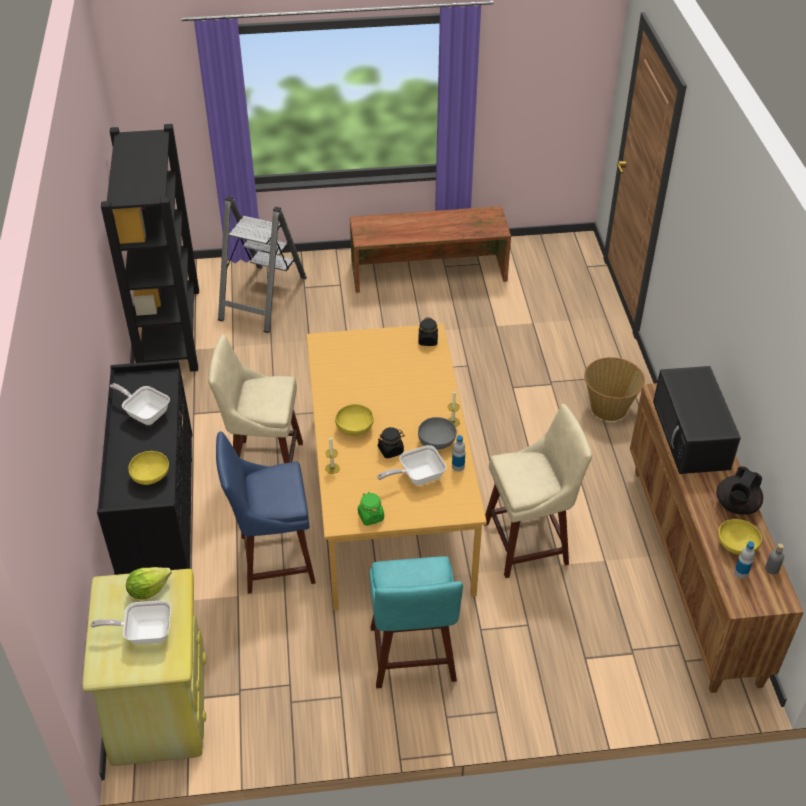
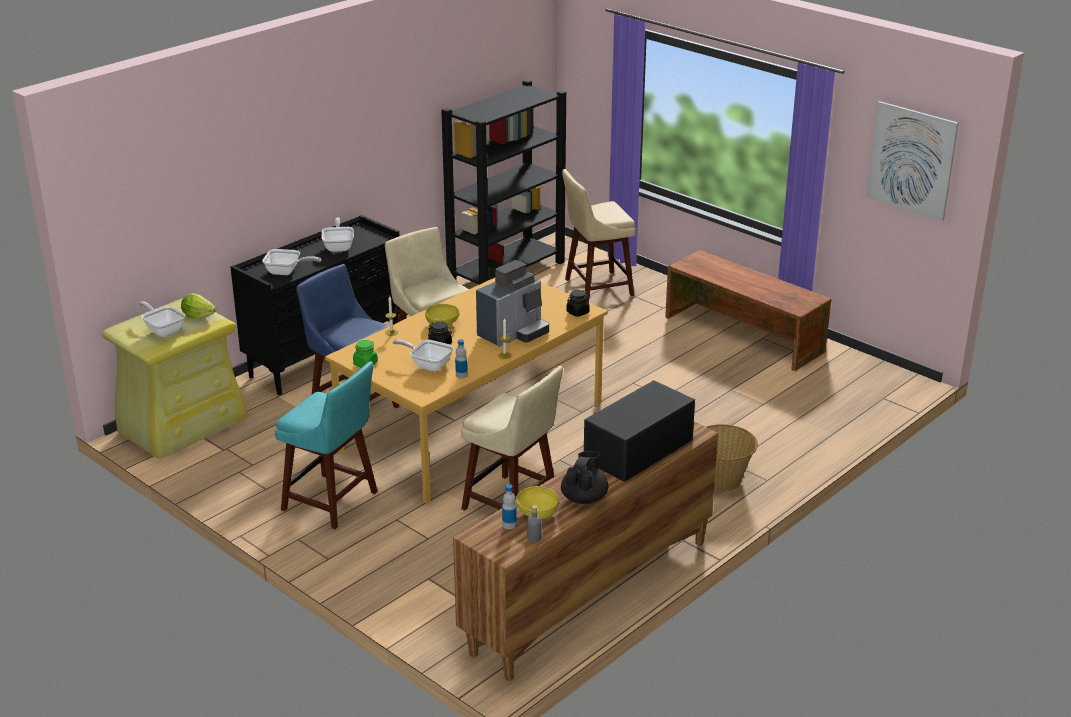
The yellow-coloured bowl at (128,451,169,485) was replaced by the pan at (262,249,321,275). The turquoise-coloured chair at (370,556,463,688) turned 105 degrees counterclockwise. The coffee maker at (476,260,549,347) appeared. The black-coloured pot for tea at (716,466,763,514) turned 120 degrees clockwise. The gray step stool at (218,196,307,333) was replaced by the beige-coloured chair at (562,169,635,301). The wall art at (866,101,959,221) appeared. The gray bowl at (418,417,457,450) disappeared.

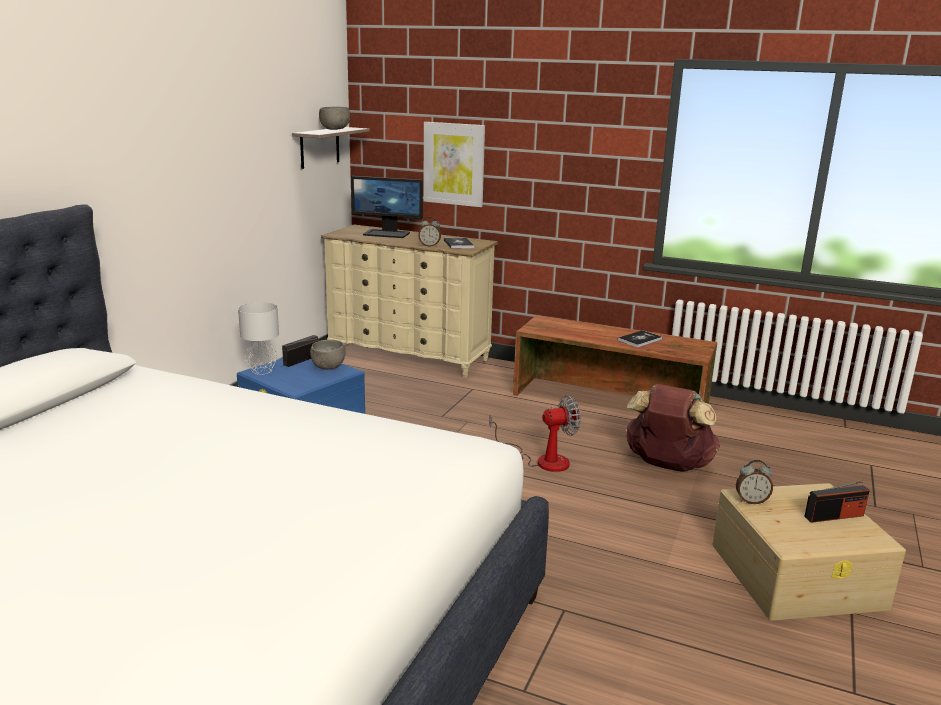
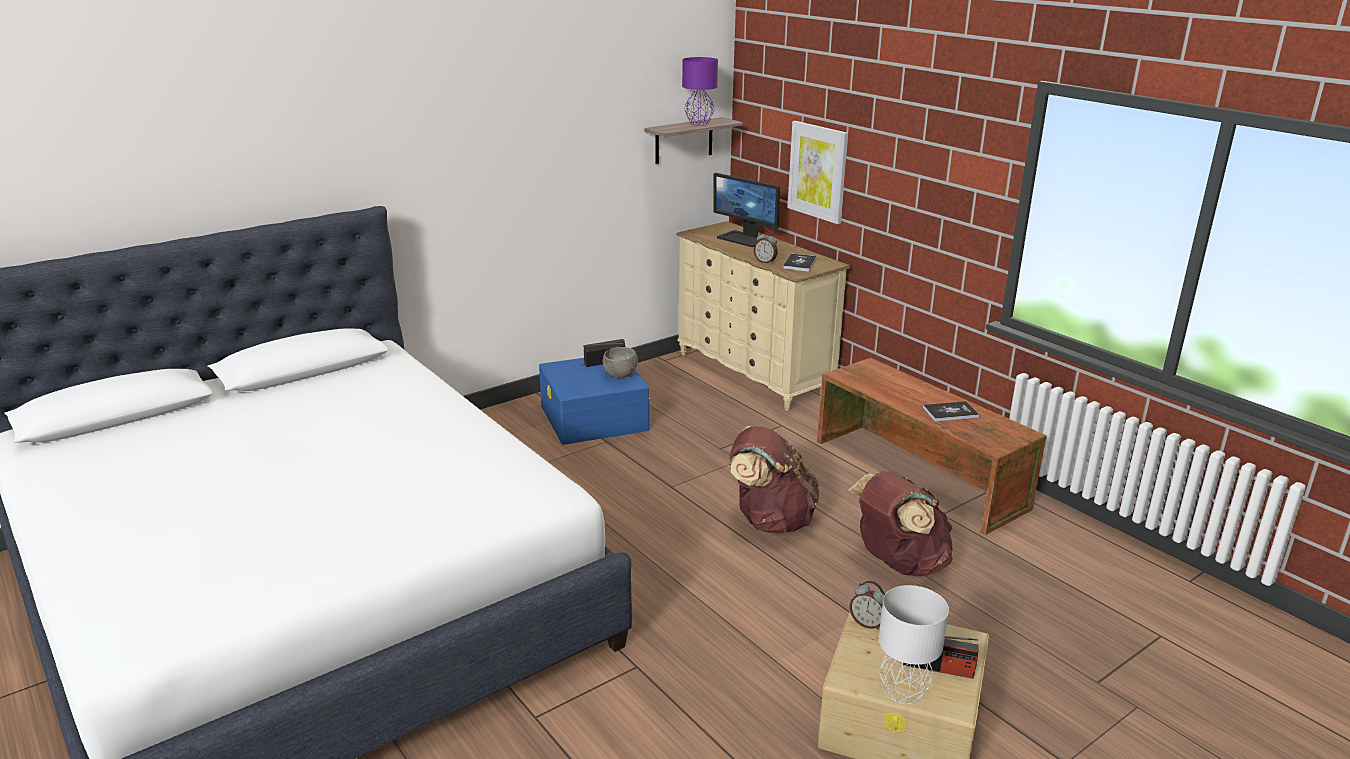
The gray bowl at (319,107,350,130) was replaced by the purple table lamp at (682,57,718,126). The electric fan at (489,395,581,472) was replaced by the brown rucksack at (729,426,820,533). The gray table lamp moved from (238,302,279,375) to (879,585,949,704).

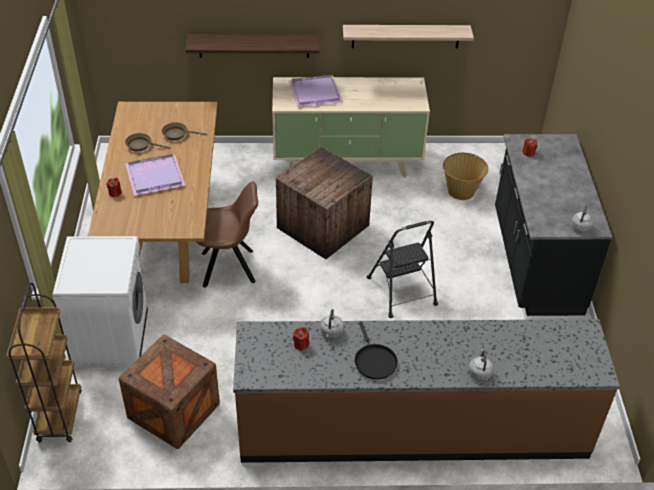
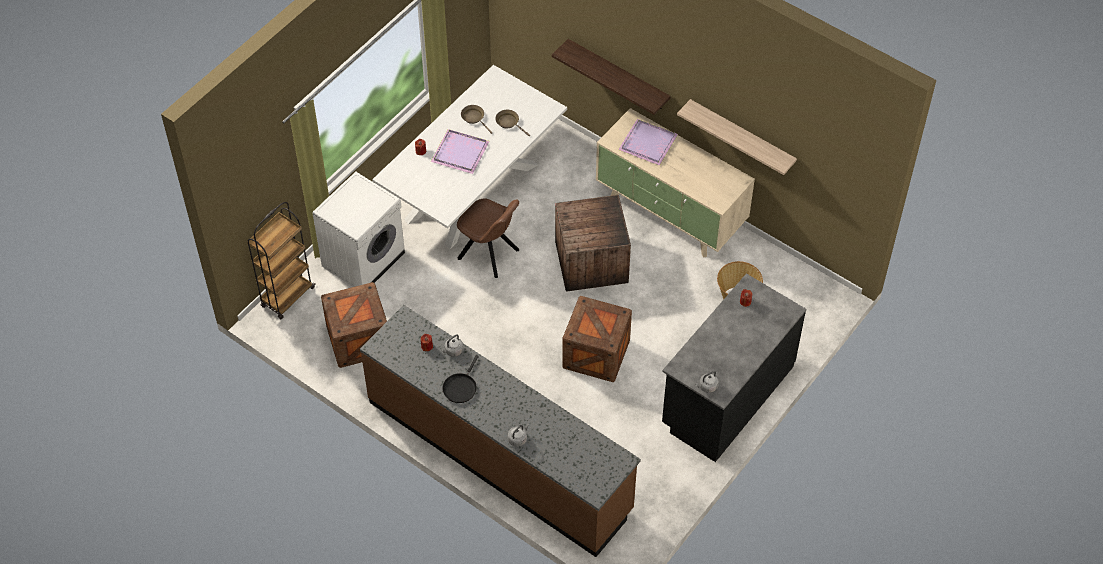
The brown dinner table at (88,102,217,283) became the white-coloured dinner table at (372,65,567,249). The black-coloured step stool at (367,221,438,318) was replaced by the crate at (562,296,632,382).

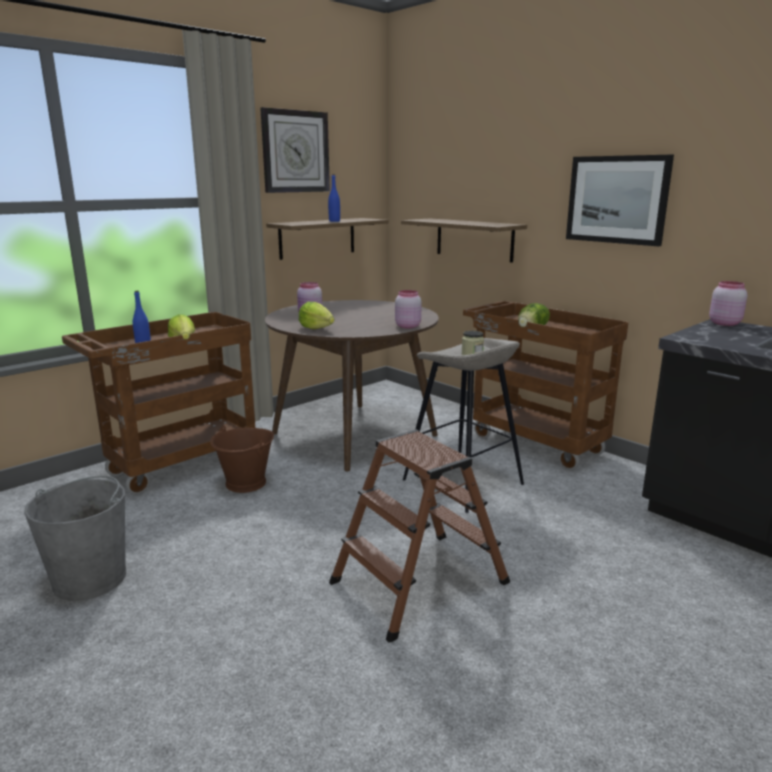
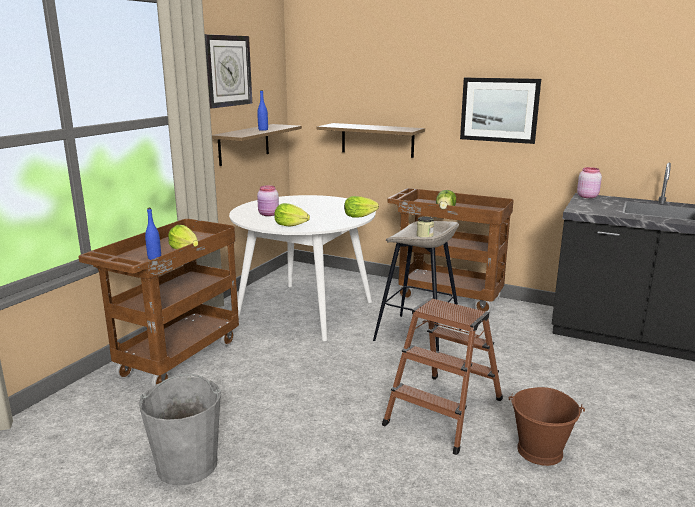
The brown dinner table at (265,300,439,471) became the white-coloured dinner table at (229,195,376,341). The pinkish jar at (395,290,422,328) was replaced by the lettuce head at (344,196,379,218). The brown bucket moved from (210,426,274,493) to (509,387,585,466).

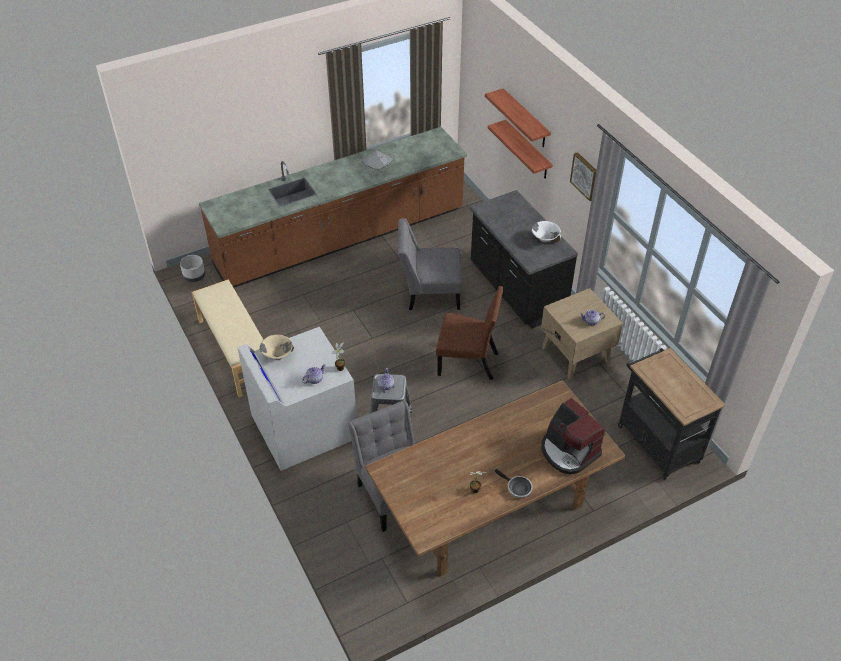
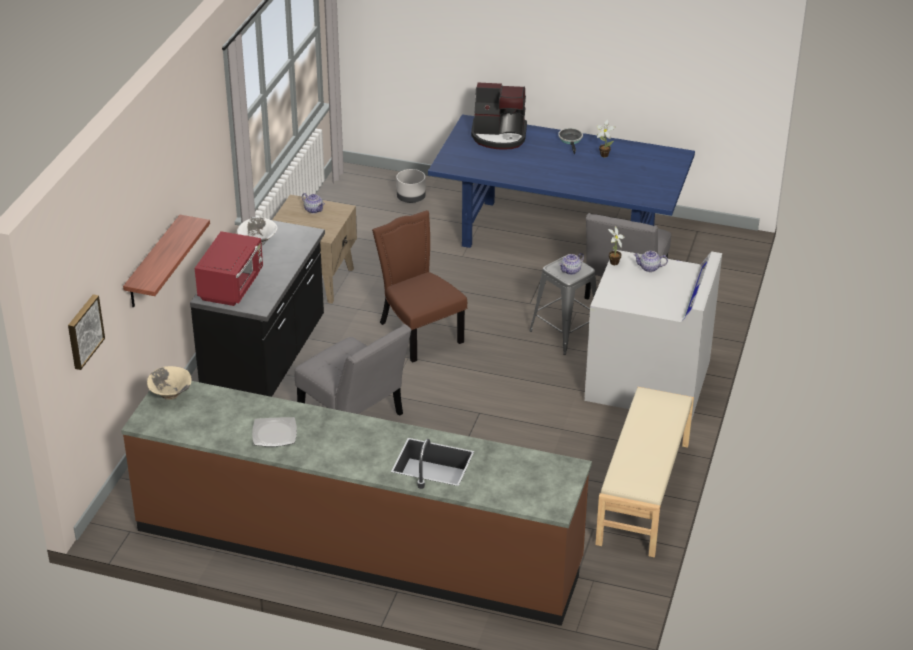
The wall art moved from (570,152,596,201) to (68,294,105,370). The beige-coloured bowl moved from (260,335,294,360) to (147,366,192,400). The reddish microwave at (195,231,263,306) appeared. The gray flower pot moved from (180,255,206,282) to (396,169,426,203). The brown dinner table at (365,380,625,576) became the blue dinner table at (428,114,695,248). The coffee maker at (541,398,605,475) turned 90 degrees clockwise. The shelf at (485,88,551,147) disappeared. The black-coloured cart at (618,348,726,480) disappeared.

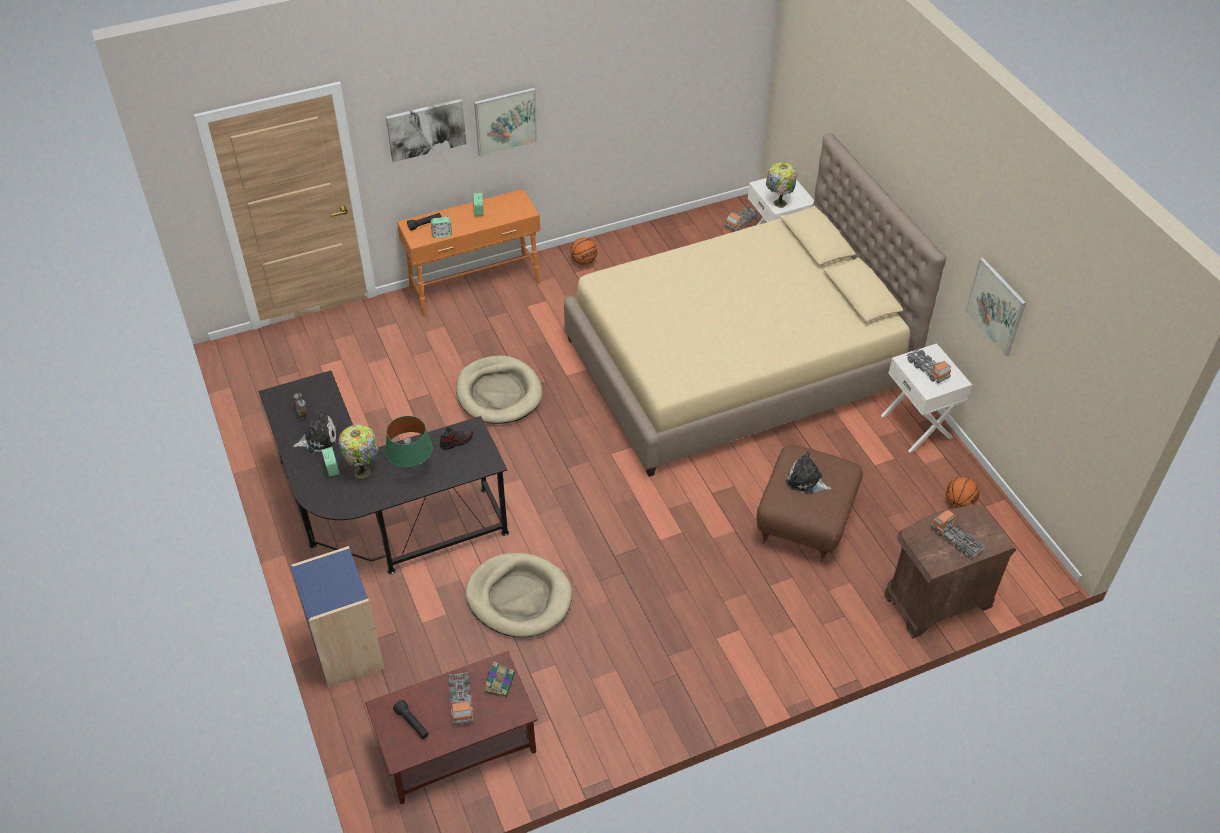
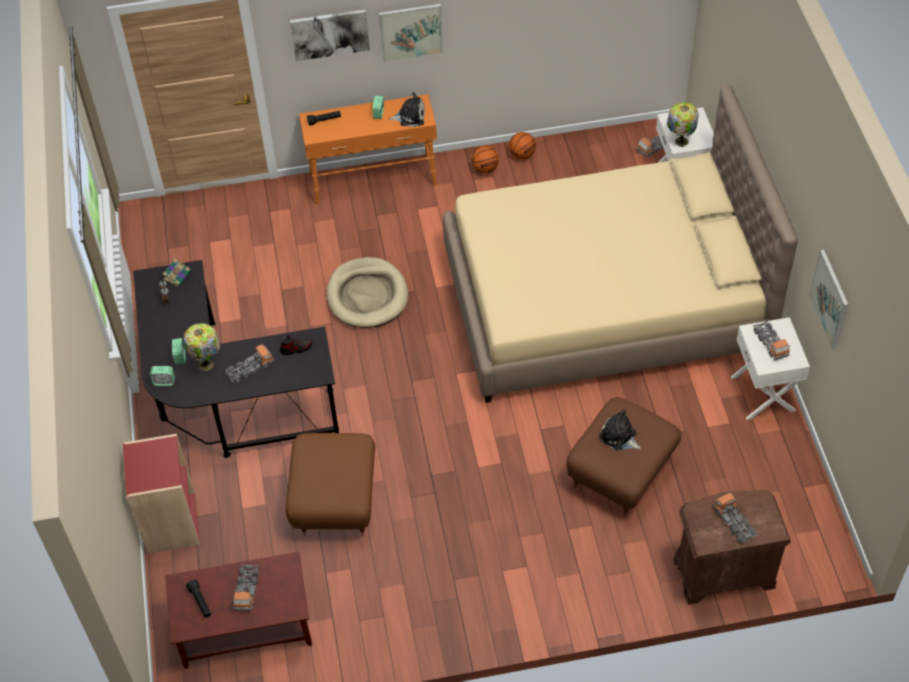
The blue shelving unit at (290,546,384,688) became the reddish shelving unit at (123,434,200,554). The table clock moved from (431,217,452,238) to (150,366,175,386). The bound book moved from (484,661,515,698) to (162,259,191,287). The green-coloured table lamp at (386,416,433,469) was replaced by the toy truck at (225,345,274,383). The beige-coloured pet bed at (465,553,572,637) was replaced by the brown footrest at (286,433,375,536). The soft toy moved from (293,410,337,452) to (389,92,425,127). The basketball ball moved from (946,477,979,508) to (509,132,536,159).

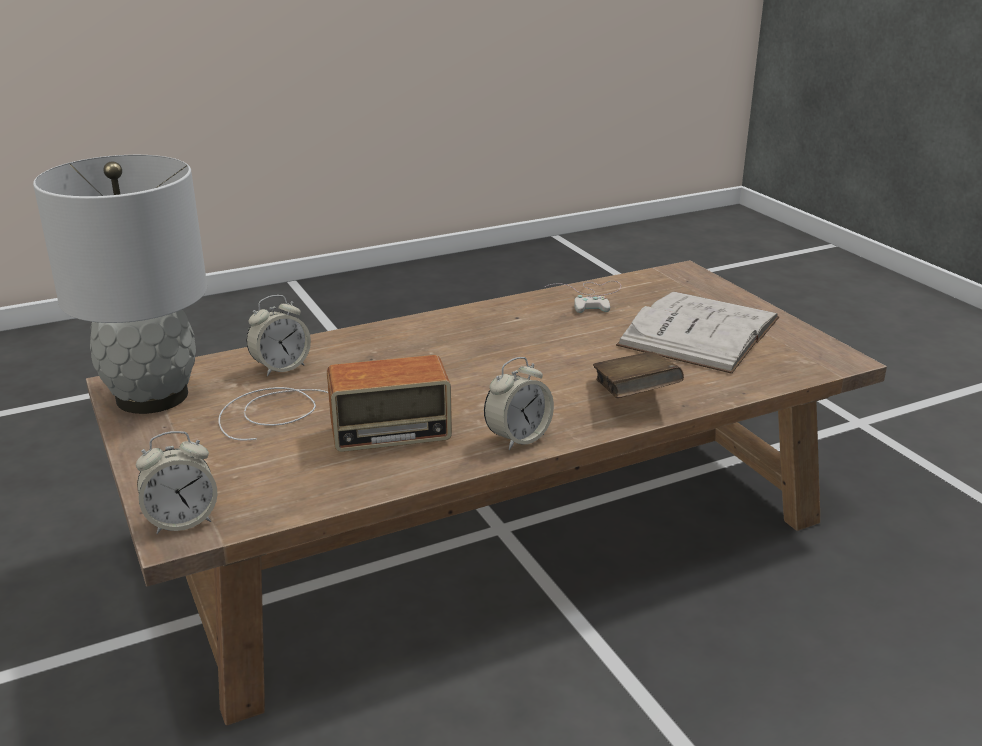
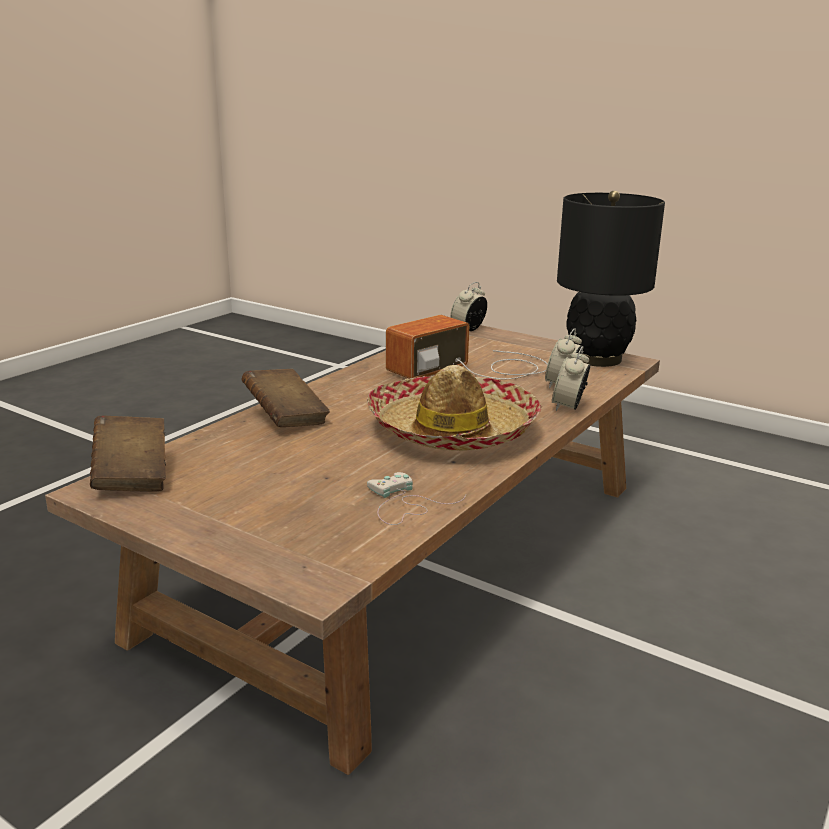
The brown bound book at (90,415,166,492) appeared. The hat at (367,365,542,451) appeared. The table clock moved from (484,357,554,450) to (552,346,590,411). The white-coloured table lamp at (33,155,207,414) became the black-coloured table lamp at (557,191,665,367). The white-coloured bound book at (616,291,779,374) disappeared.

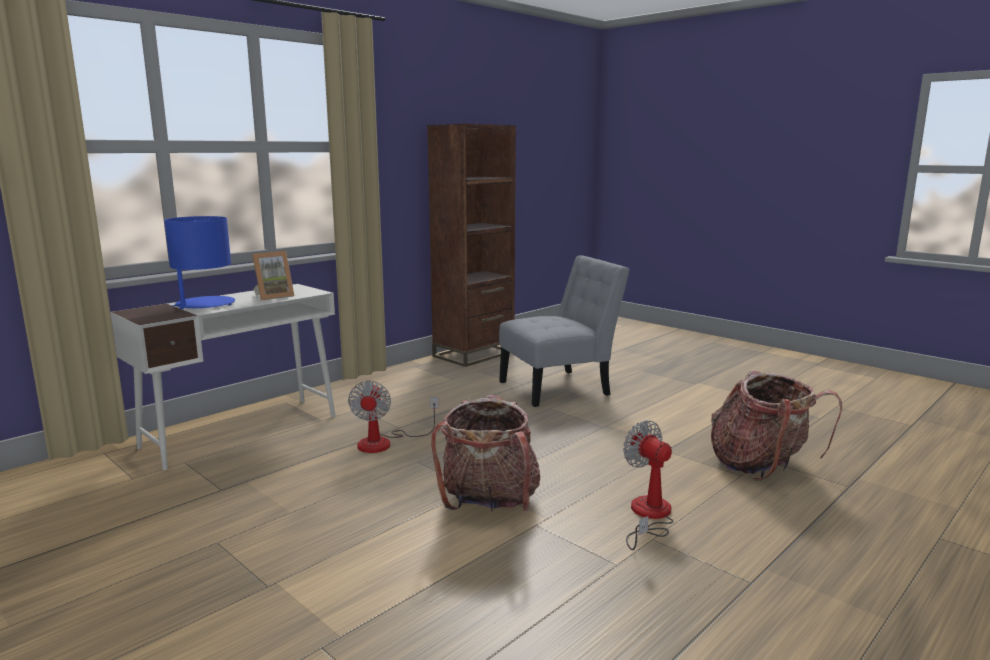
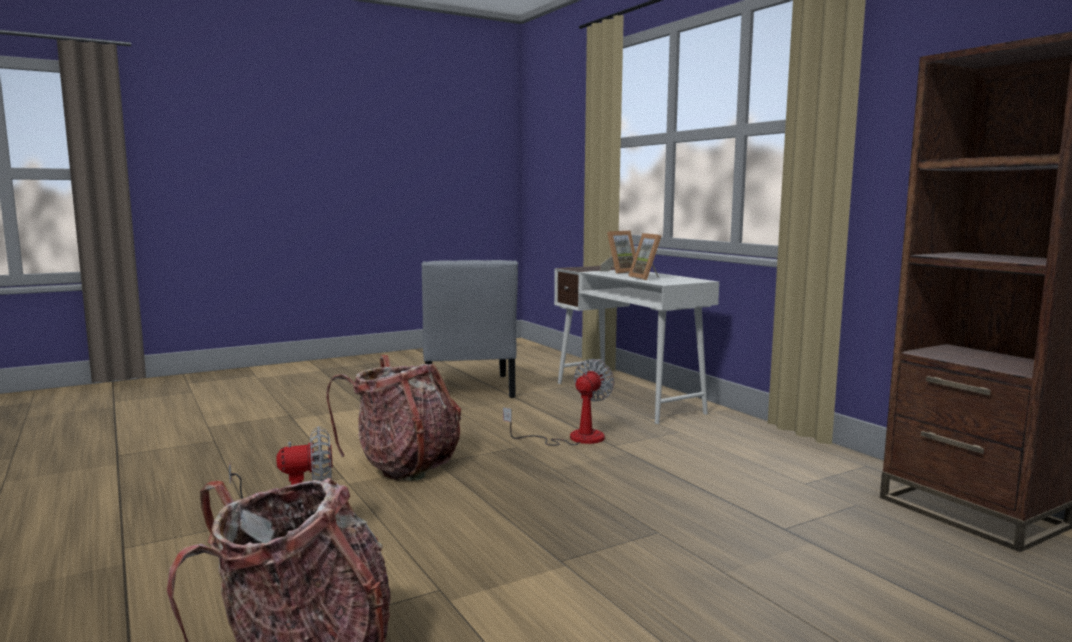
The gray chair moved from (499,256,630,407) to (422,260,518,398). The electric fan at (348,381,439,453) turned 105 degrees clockwise. The blue table lamp at (164,216,235,309) was replaced by the photo frame at (600,231,636,274).

